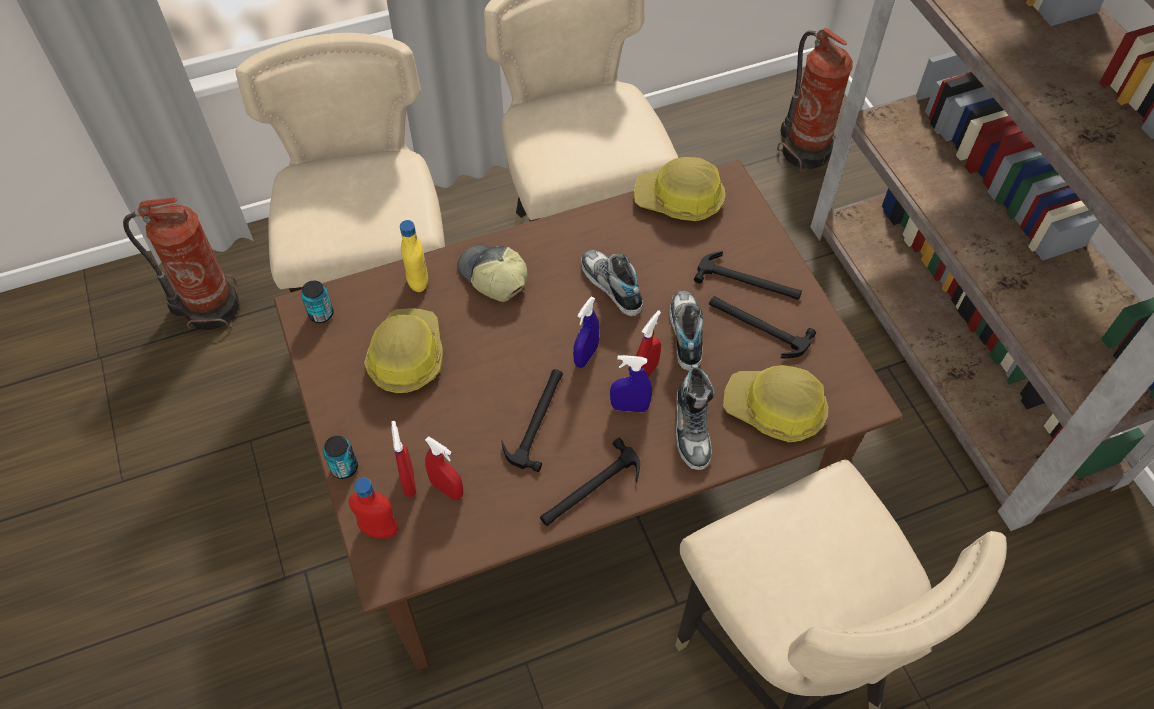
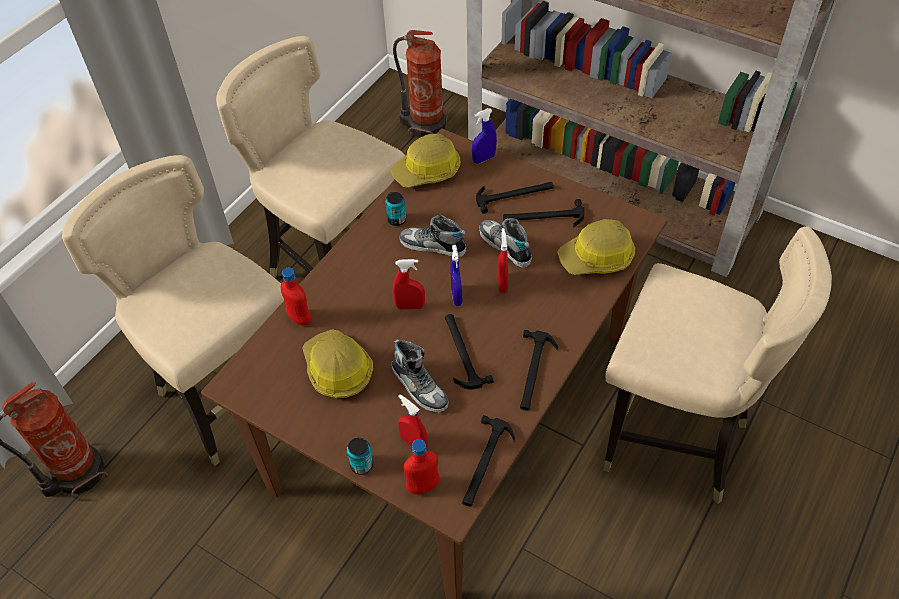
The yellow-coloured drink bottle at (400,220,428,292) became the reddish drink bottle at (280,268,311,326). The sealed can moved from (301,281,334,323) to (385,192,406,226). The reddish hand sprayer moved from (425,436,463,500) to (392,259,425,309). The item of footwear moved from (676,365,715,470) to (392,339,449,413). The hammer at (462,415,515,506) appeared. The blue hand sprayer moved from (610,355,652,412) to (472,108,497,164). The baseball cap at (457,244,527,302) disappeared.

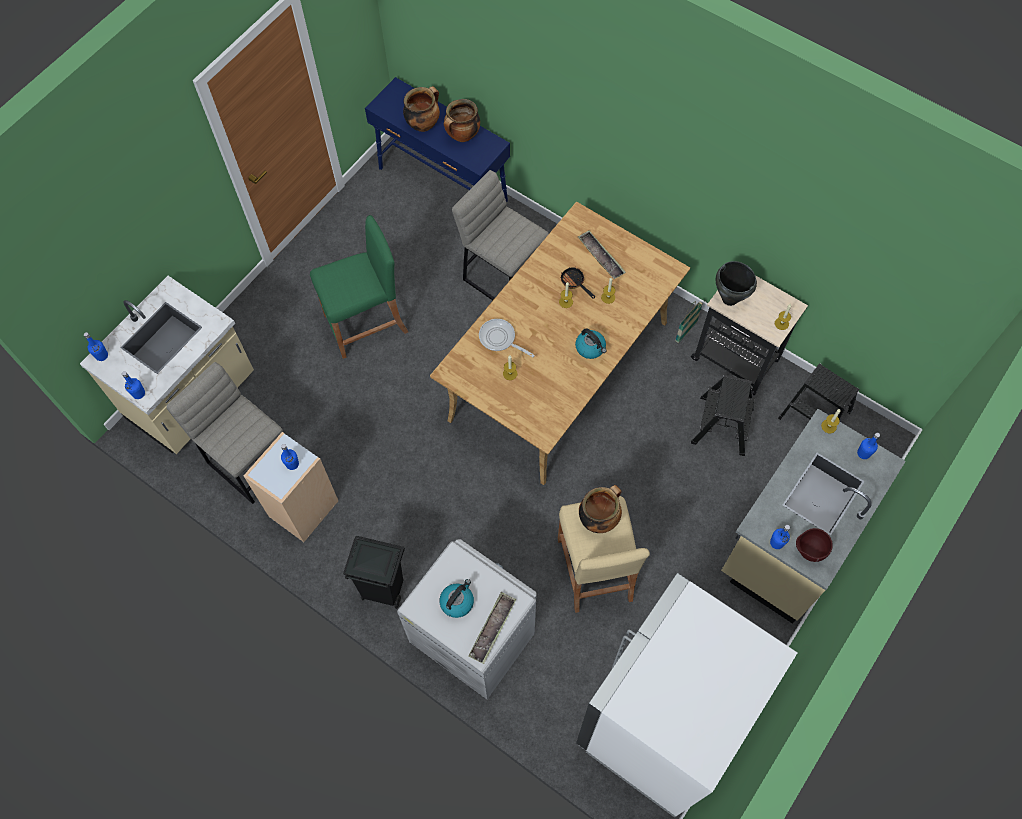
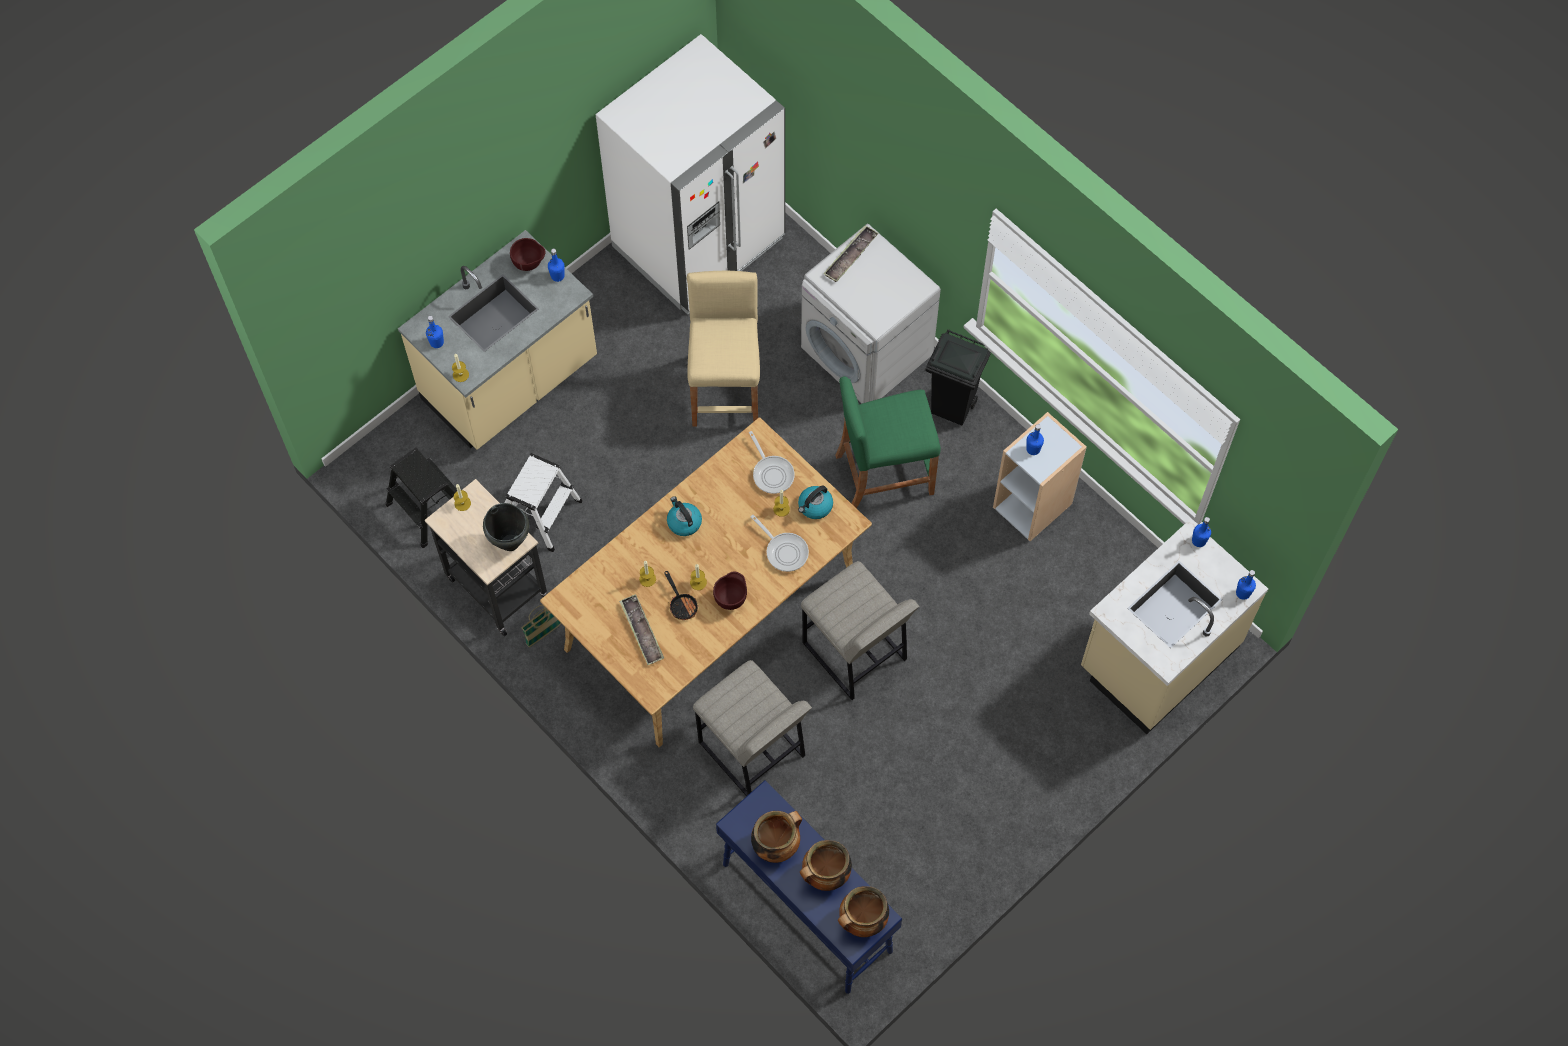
The black-coloured step stool at (691,375,755,456) became the white-coloured step stool at (504,453,582,552). The brown bowl at (713,571,747,610) appeared. The pan at (749,431,795,494) appeared. The tea kettle moved from (440,579,474,618) to (798,485,833,519). The gray chair moved from (166,362,283,504) to (801,561,919,700). The green-coloured stool moved from (310,215,408,359) to (835,376,941,508). The cooking pot moved from (579,485,622,533) to (838,886,889,937).

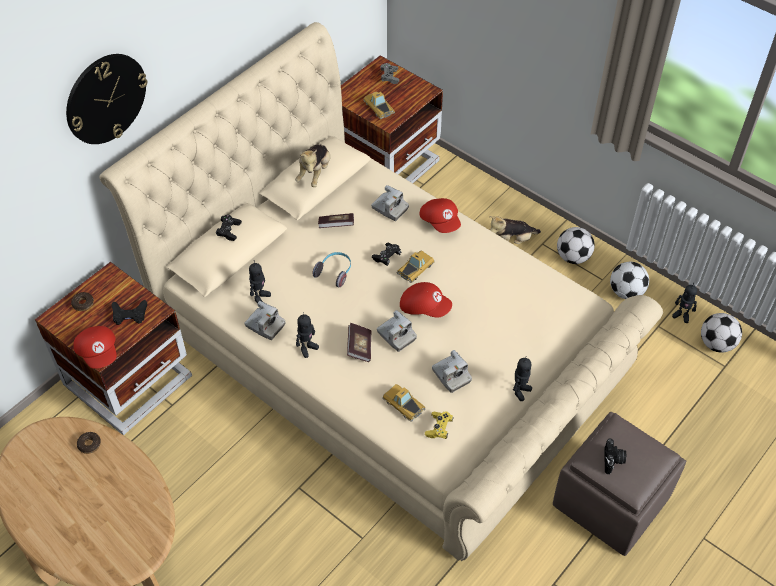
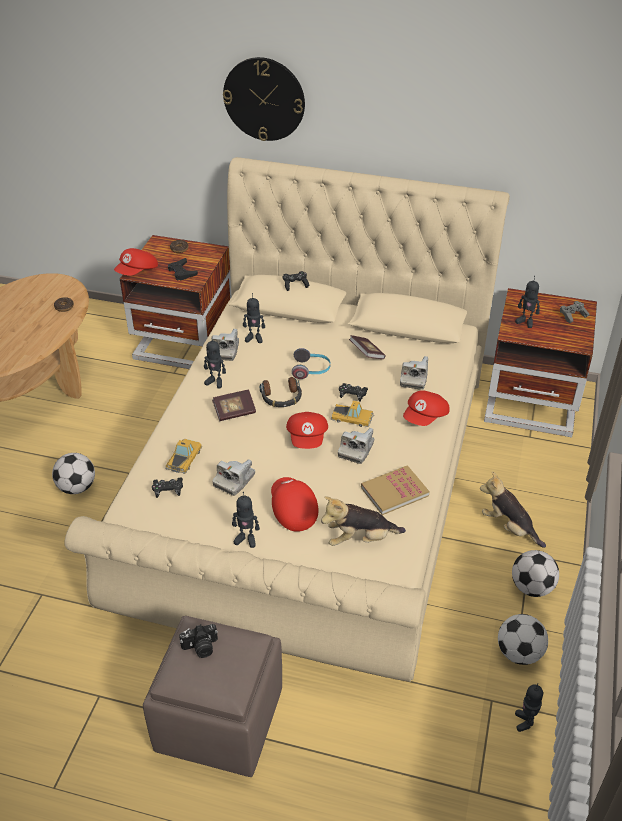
The football moved from (701,313,742,353) to (52,453,95,494). The yellow-coloured game controller at (425,411,454,439) became the black-coloured game controller at (152,478,183,498). The headphones at (259,377,302,407) appeared. The reddish baseball cap at (271,477,318,532) appeared. The soft toy moved from (295,144,331,187) to (321,496,406,546). The still camera moved from (377,310,417,352) to (338,428,375,464). The bound book at (361,465,430,515) appeared. The miniature car at (363,92,395,119) was replaced by the robot figure at (515,277,540,328).

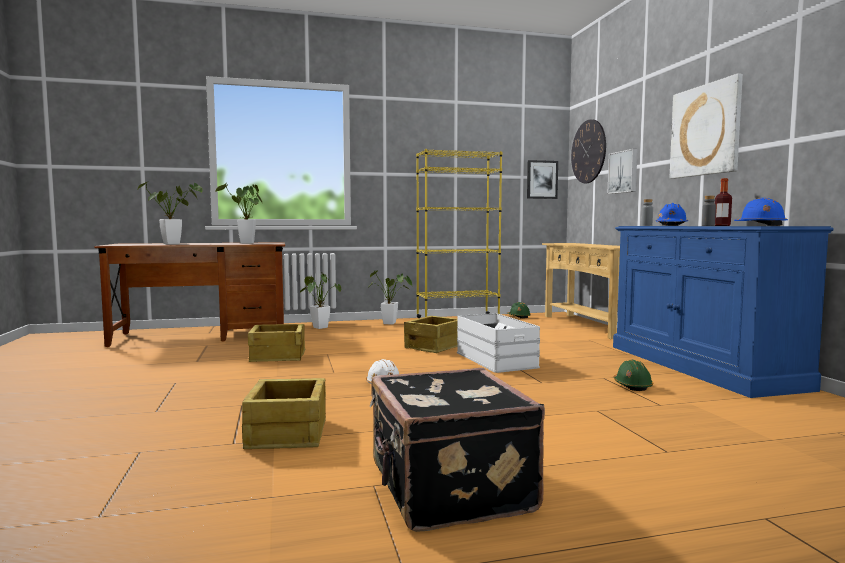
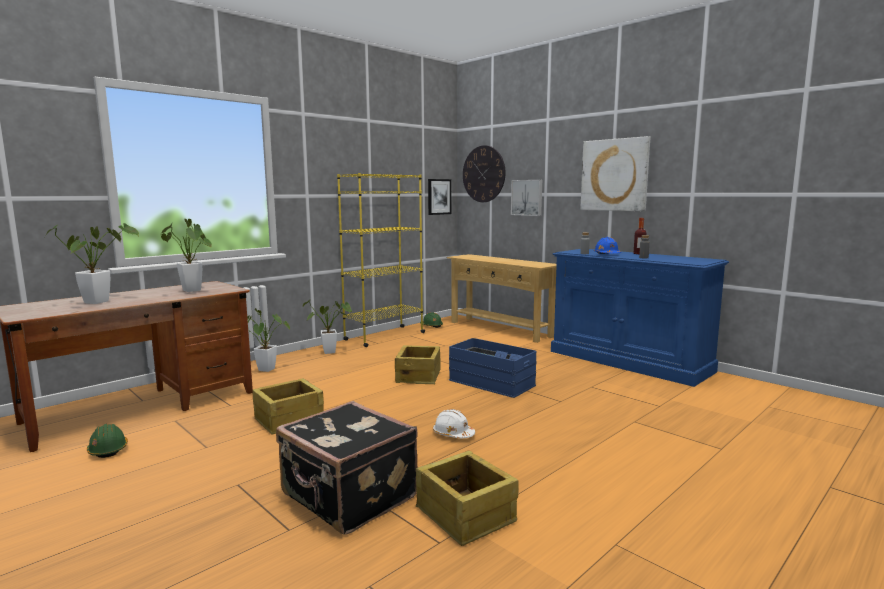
The green-coloured work helmet moved from (614,360,653,391) to (87,424,128,458). The black-coloured piece of luggage moved from (370,368,545,532) to (276,401,418,535). The white-coloured storage bin at (457,313,540,373) became the blue storage bin at (449,338,537,398). The blue work helmet at (734,198,788,226) disappeared.

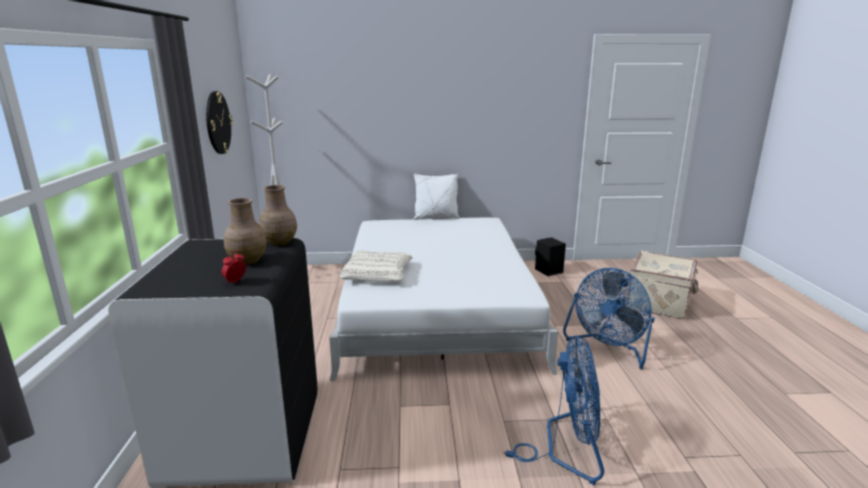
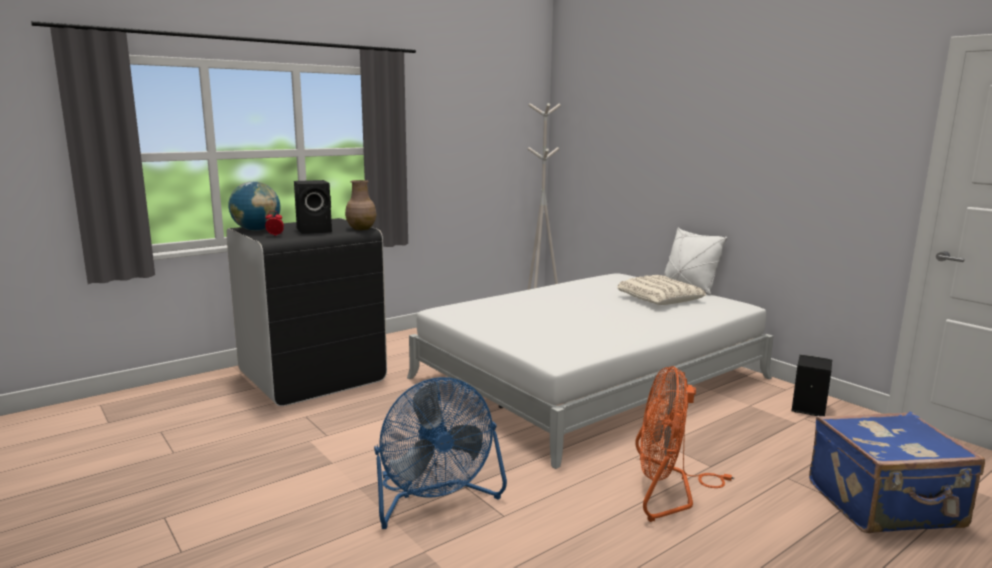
The desk globe at (228,181,281,231) appeared. The brown flower vase at (224,198,267,265) was replaced by the black-coloured audio speaker at (294,180,332,234). The beige-coloured pillow moved from (340,250,412,282) to (617,275,706,305). The blue electric fan at (563,268,655,369) became the orangey electric fan at (635,366,734,522). The beige-coloured piece of luggage at (626,251,698,319) became the blue piece of luggage at (809,412,985,533). The clock on the wall at (206,91,233,154) disappeared.

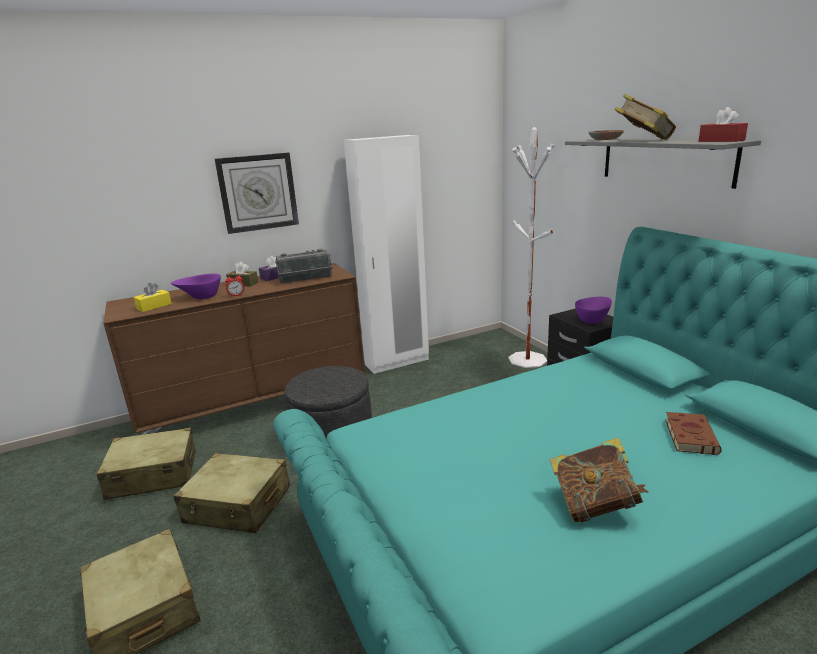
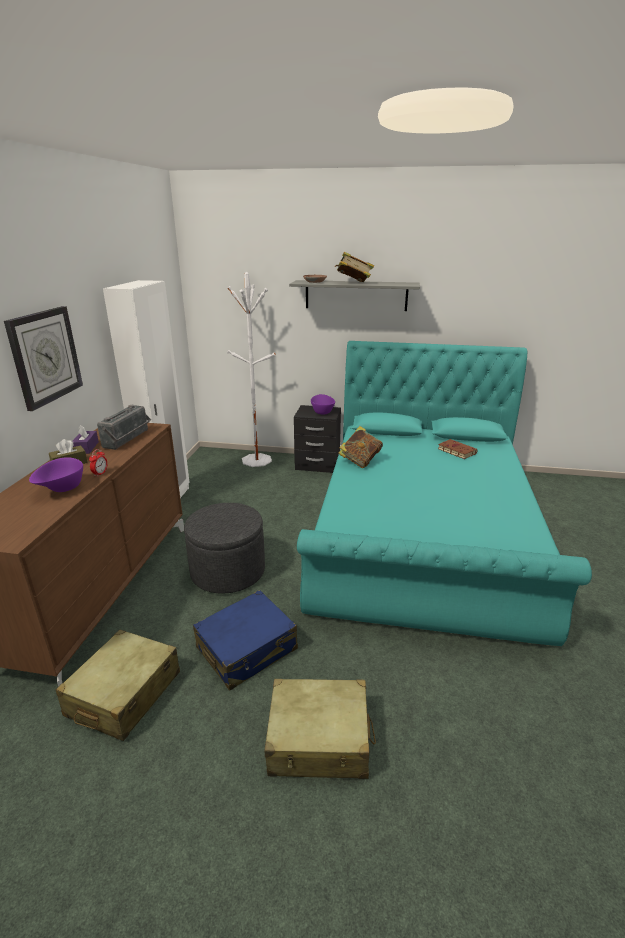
The beige-coloured piece of luggage at (173,453,290,533) became the blue piece of luggage at (193,590,298,690). The bound book moved from (550,438,648,522) to (338,426,383,468). The yellow-coloured tissue box at (134,283,172,312) disappeared. The reddish tissue box at (699,107,748,142) disappeared.

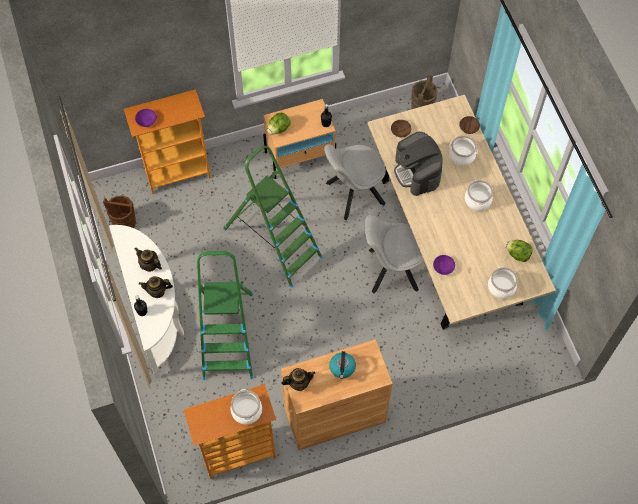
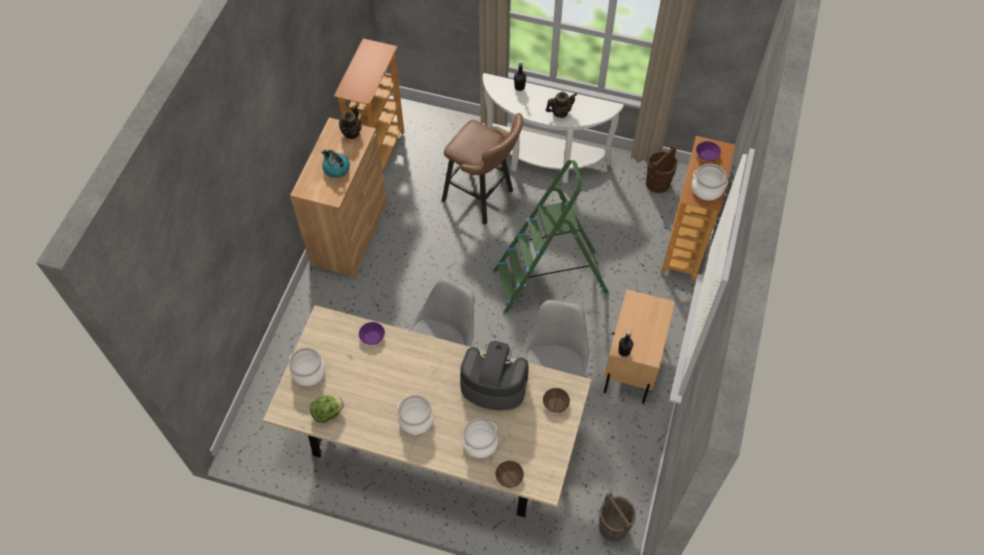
The green-coloured step stool at (197,251,253,380) was replaced by the brown stool at (442,113,523,225). The cooking pot moved from (230,389,262,425) to (692,164,728,200). The pot for tea at (139,276,173,298) disappeared. The lettuce head at (267,113,291,135) disappeared.

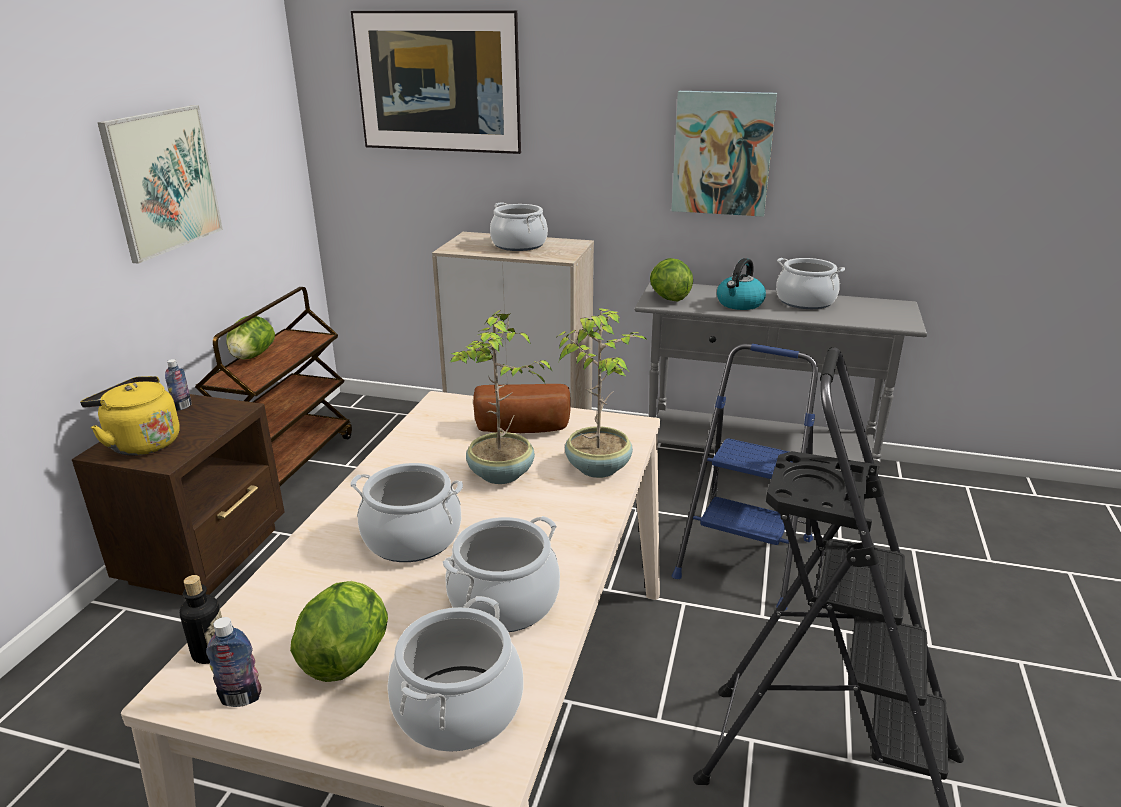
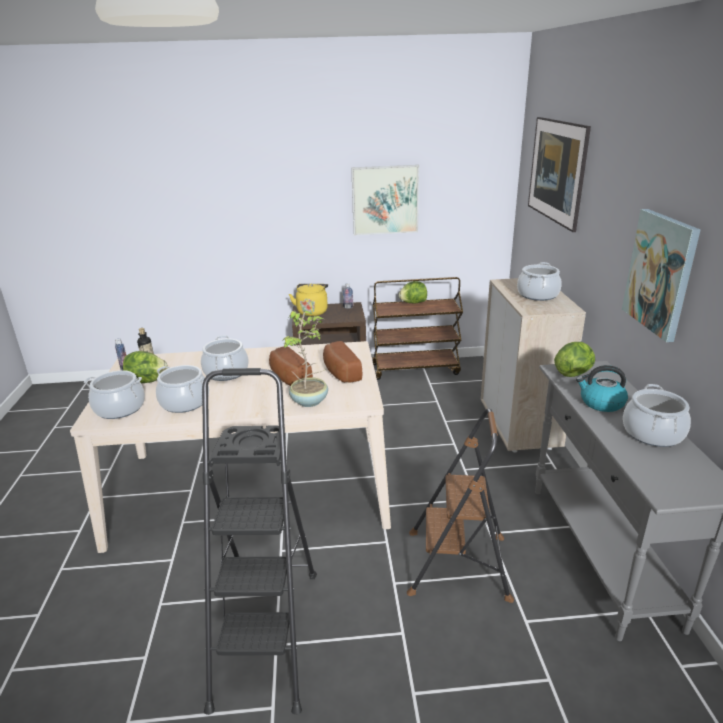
The plant in a pot at (450,310,552,484) was replaced by the bakery bread at (269,347,313,386). The blue step stool at (672,344,818,610) became the brown step stool at (407,408,514,603).

